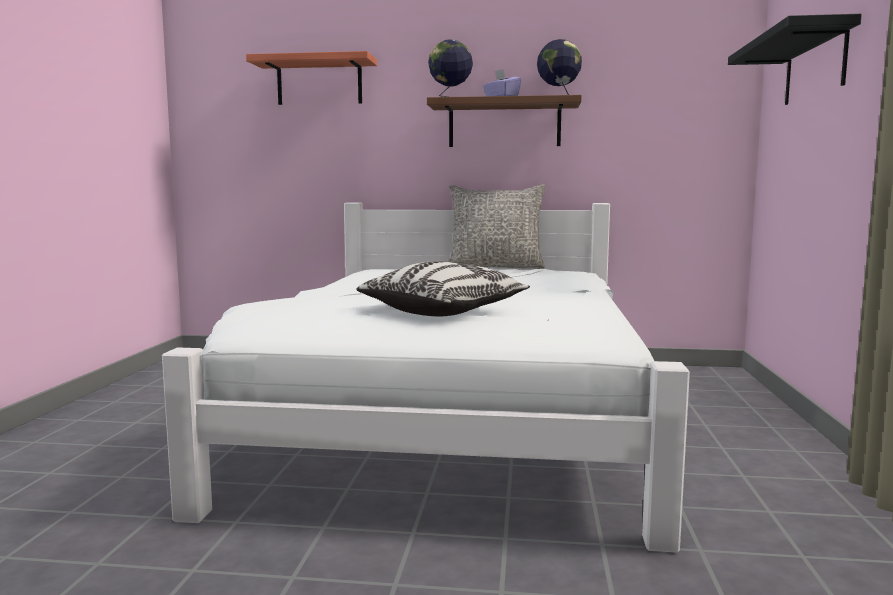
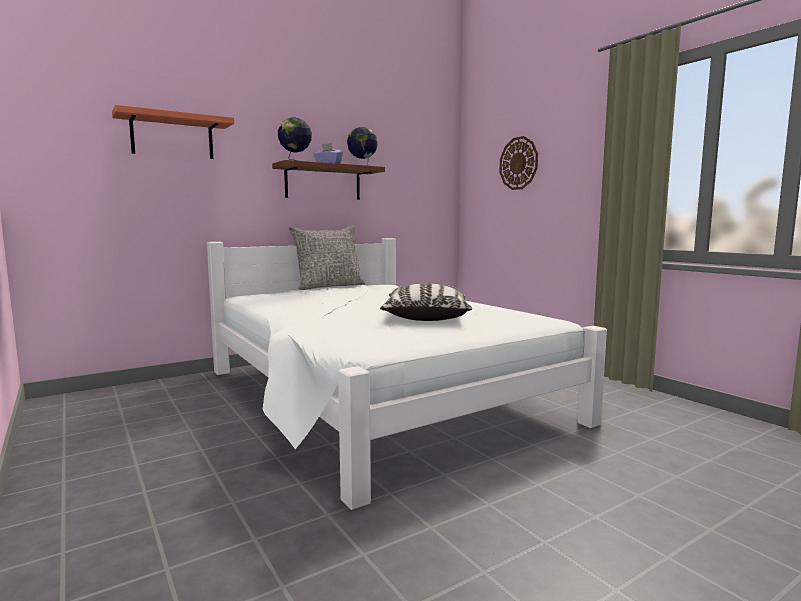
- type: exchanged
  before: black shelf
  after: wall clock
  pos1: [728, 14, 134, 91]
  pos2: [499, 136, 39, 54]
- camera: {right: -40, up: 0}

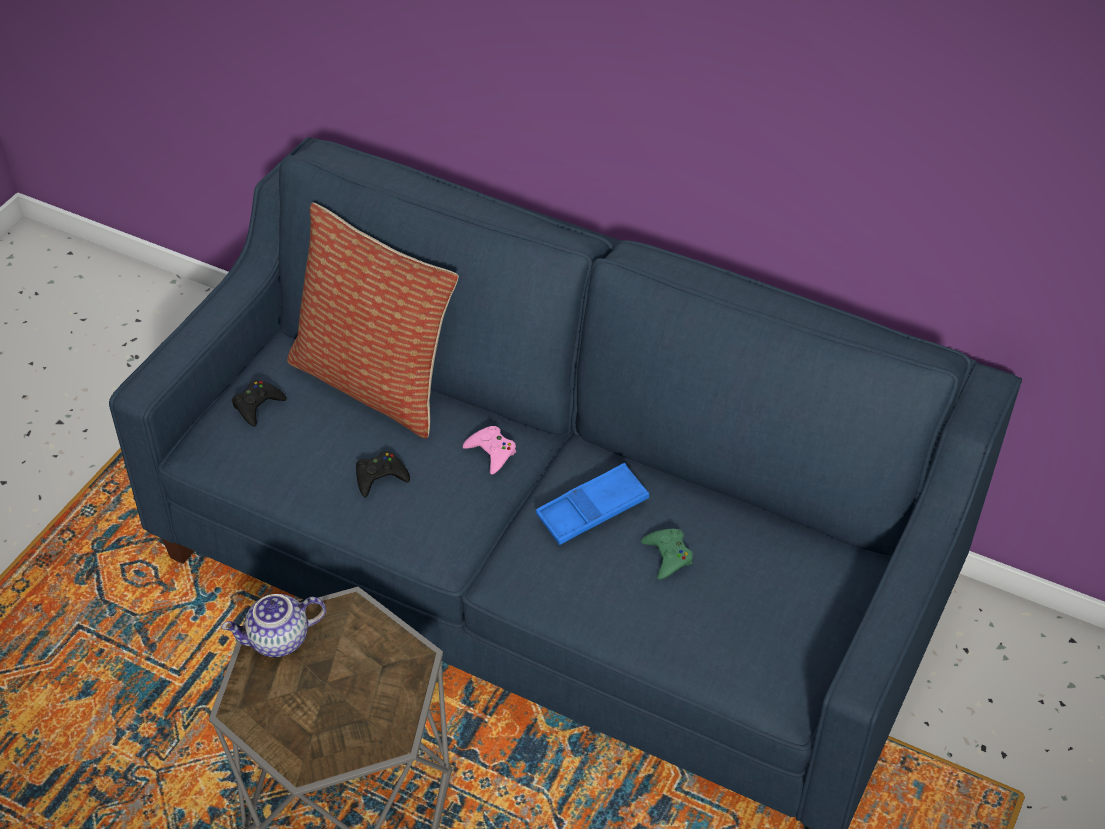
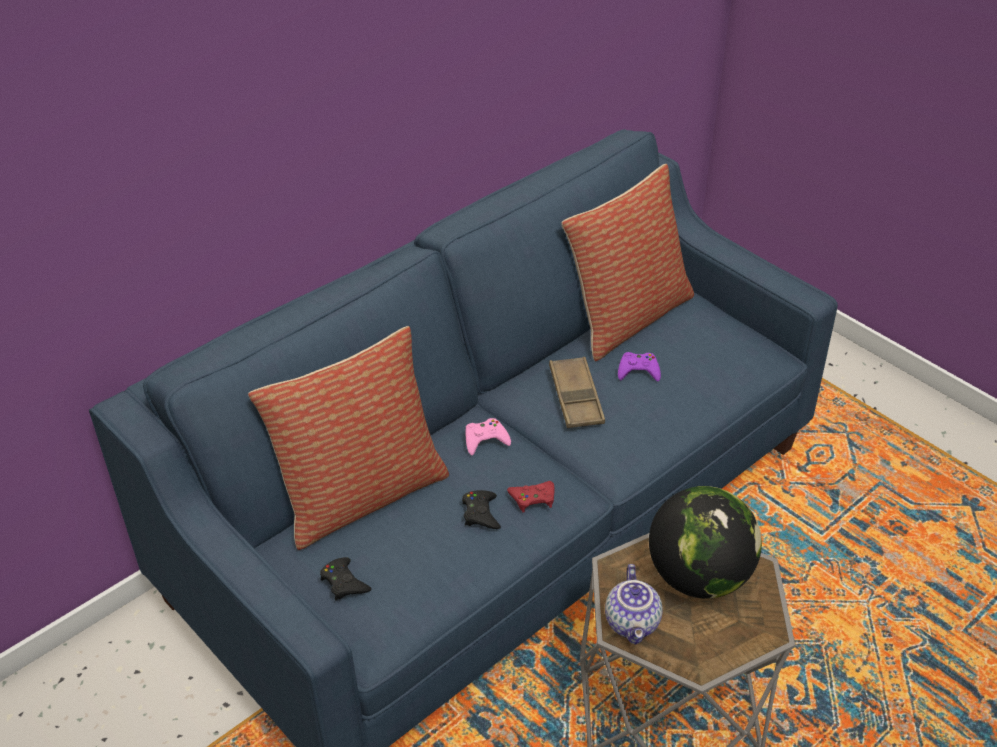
- type: appeared
  after: red game controller
  pos2: [507, 481, 48, 31]
- type: colour
  before: blue tray
  after: brown tray
  pos1: [536, 463, 113, 82]
  pos2: [549, 357, 56, 71]
- type: appeared
  after: pillow
  pos2: [561, 164, 133, 197]
- type: colour
  before: green game controller
  after: purple game controller
  pos1: [641, 529, 52, 51]
  pos2: [618, 352, 43, 29]
- type: appeared
  after: globe
  pos2: [649, 486, 113, 113]
- camera: {right: -70, up: -5}

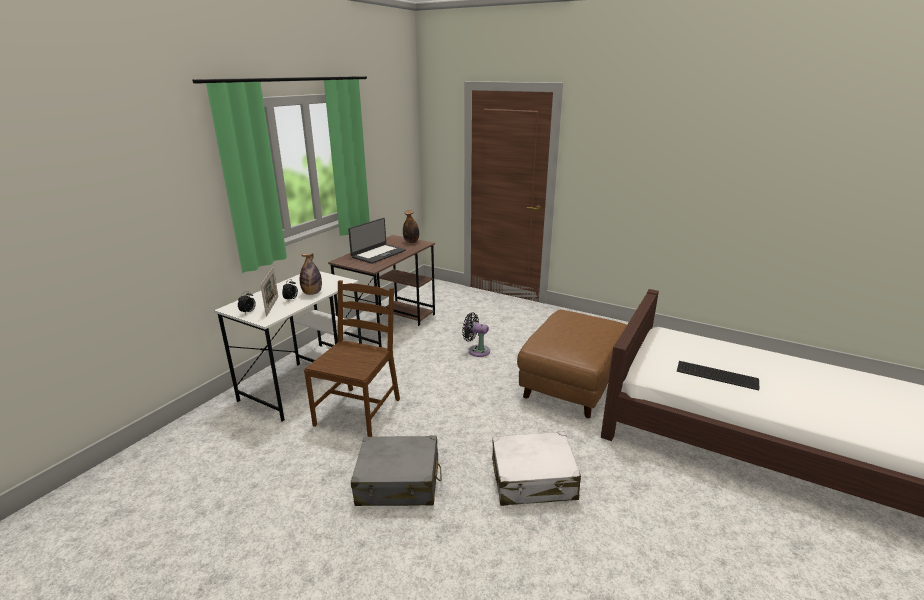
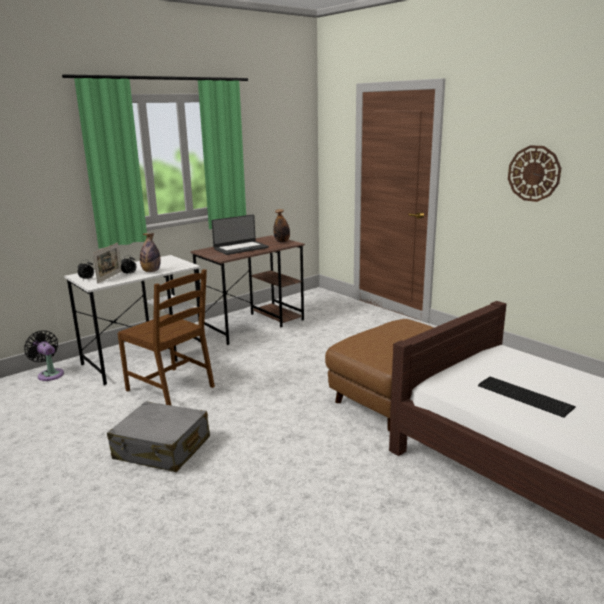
- type: relocated
  before: black fan
  pos1: [462, 312, 28, 45]
  pos2: [24, 330, 40, 51]
- type: spun
  before: brown chair
  pos1: [304, 280, 96, 157]
  pos2: [118, 269, 97, 137]
  turn: 90
- type: appeared
  after: wall clock
  pos2: [508, 145, 53, 57]
- type: missing
  before: white suitcase
  pos1: [492, 432, 89, 74]
- camera: {right: 20, up: -5}

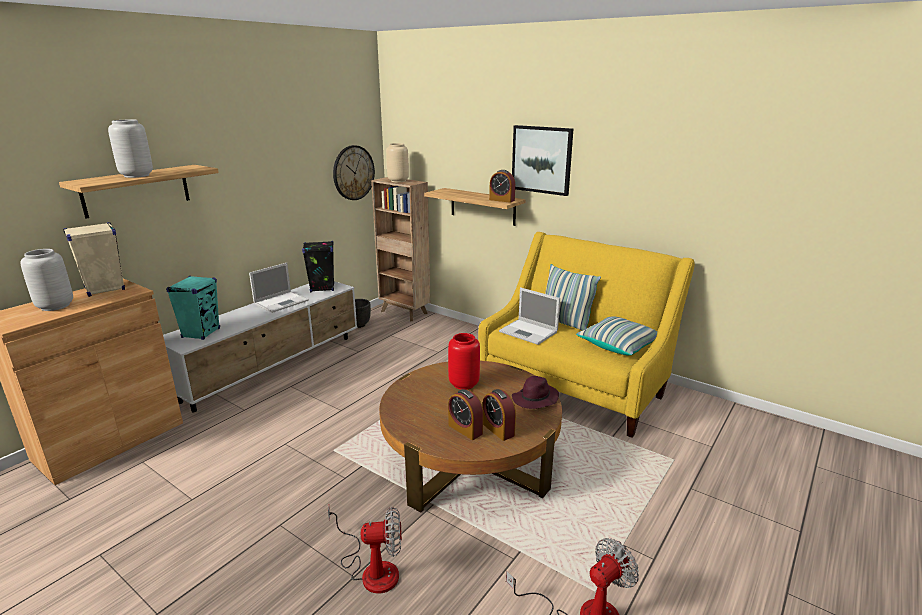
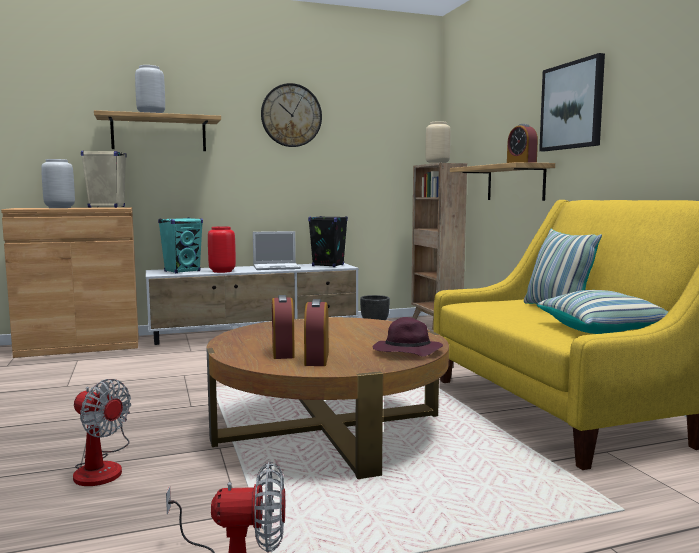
- type: relocated
  before: red vase
  pos1: [448, 333, 32, 57]
  pos2: [208, 226, 28, 47]
- type: relocated
  before: wall clock
  pos1: [333, 145, 42, 55]
  pos2: [261, 83, 61, 64]
- type: missing
  before: laptop
  pos1: [499, 287, 61, 58]
- camera: {right: 35, up: -15}

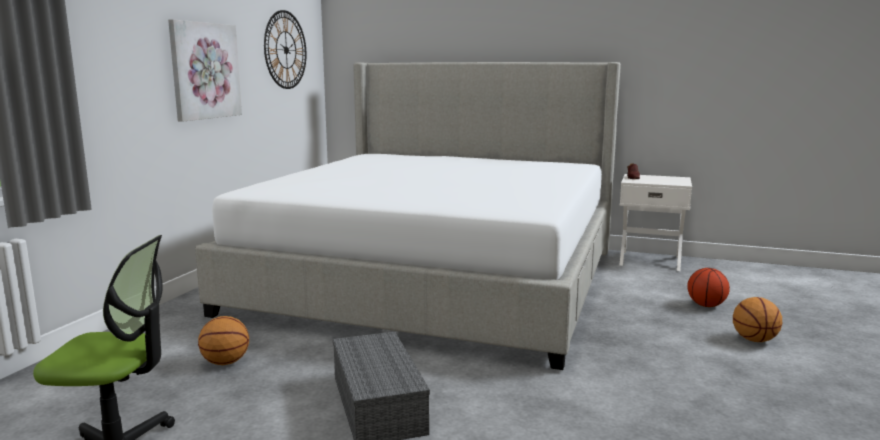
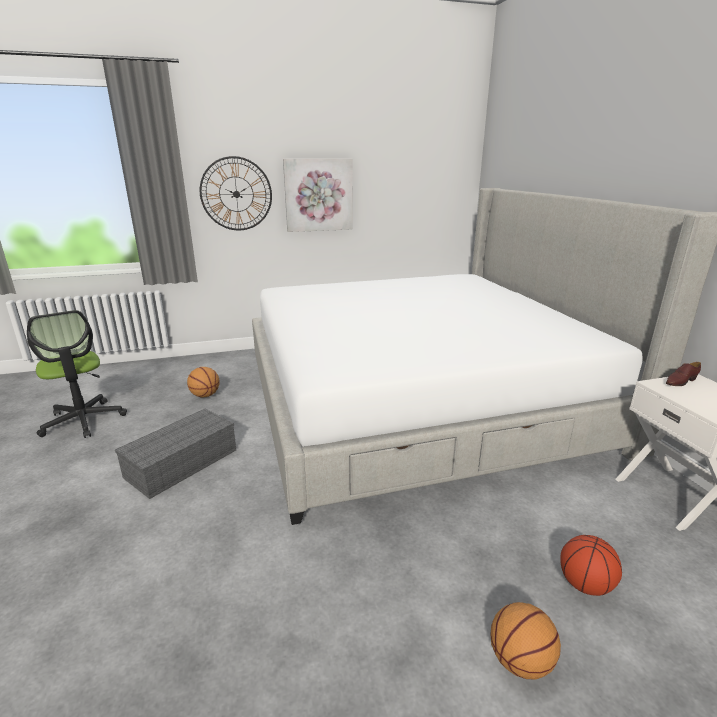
- type: relocated
  before: wall clock
  pos1: [264, 10, 42, 79]
  pos2: [200, 156, 72, 74]
- camera: {right: 55, up: 10}

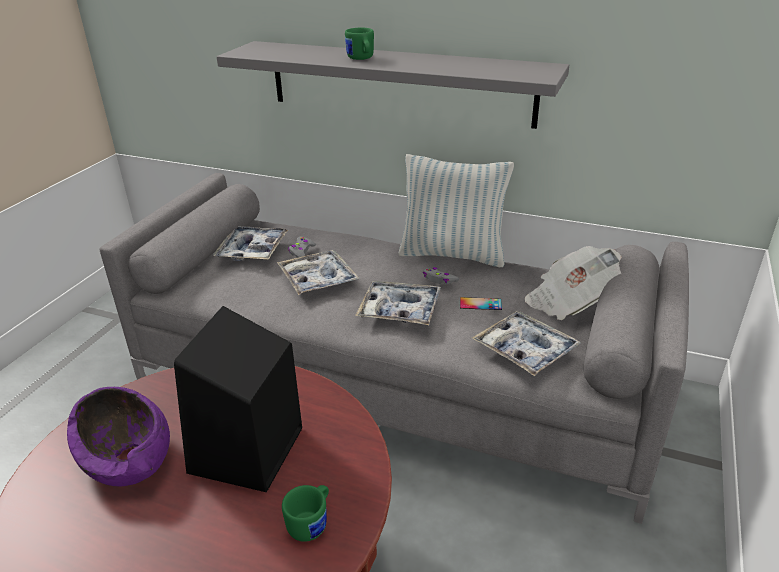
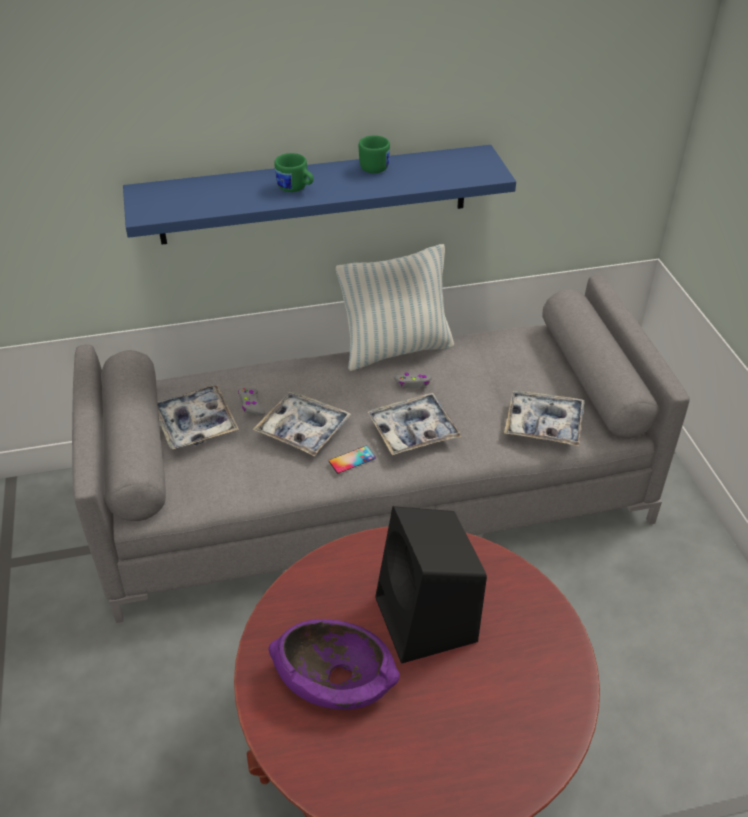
- type: colour
  before: grey shelf
  after: blue shelf
  pos1: [217, 41, 352, 88]
  pos2: [123, 145, 393, 100]
- type: relocated
  before: phone
  pos1: [460, 297, 42, 13]
  pos2: [329, 446, 47, 28]
- type: relocated
  before: green mug
  pos1: [282, 485, 47, 57]
  pos2: [359, 135, 31, 38]
- type: missing
  before: newspaper
  pos1: [525, 246, 97, 74]
- camera: {right: -35, up: 10}

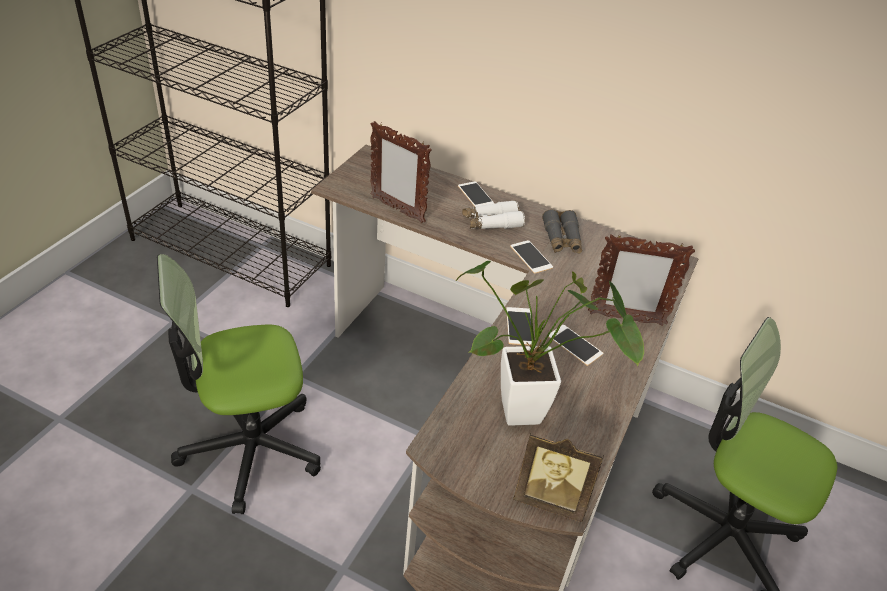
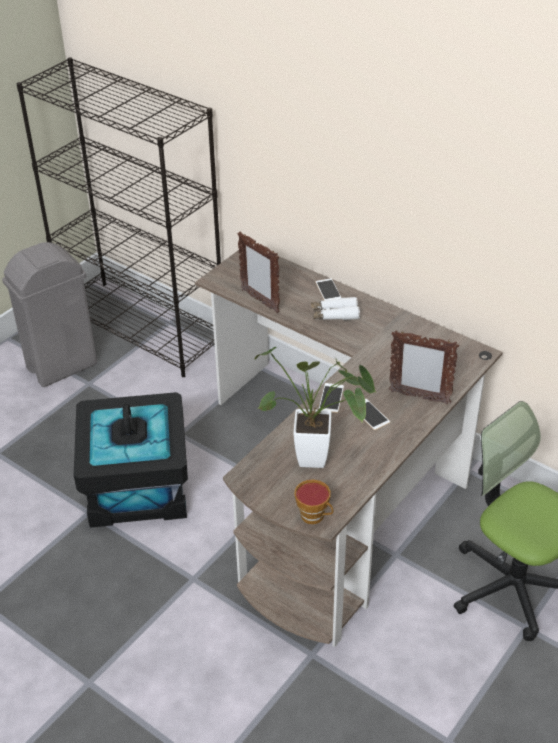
- type: appeared
  after: grey trash can
  pos2: [2, 242, 95, 145]
- type: exchanged
  before: office chair
  after: black storage box
  pos1: [157, 254, 164, 260]
  pos2: [74, 392, 114, 136]
- type: exchanged
  before: picture frame
  after: cup
  pos1: [513, 433, 91, 89]
  pos2: [294, 480, 39, 44]
- type: missing
  before: phone
  pos1: [510, 240, 43, 34]
- type: missing
  before: grey binoculars
  pos1: [542, 209, 40, 45]
- camera: {right: 15, up: 0}

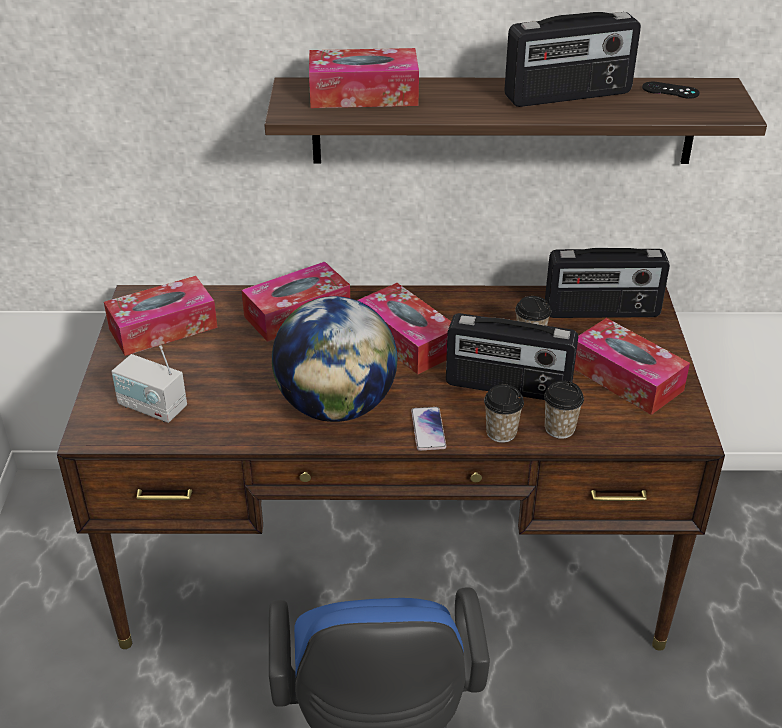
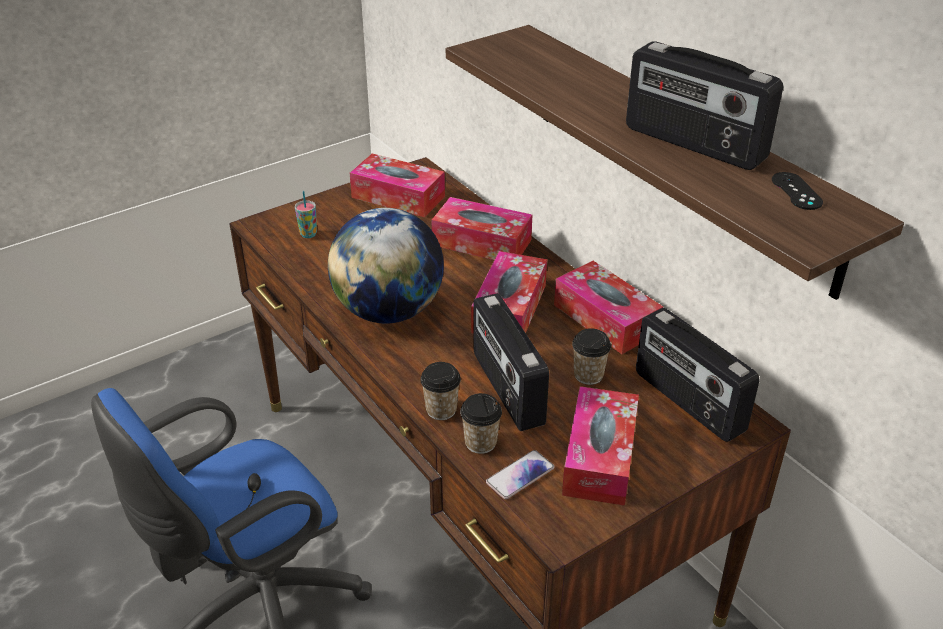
- type: exchanged
  before: radio
  after: cup
  pos1: [111, 345, 76, 78]
  pos2: [295, 191, 22, 47]
- type: relocated
  before: phone
  pos1: [411, 407, 35, 44]
  pos2: [486, 450, 68, 49]
- type: relocated
  before: tissue box
  pos1: [309, 48, 110, 60]
  pos2: [554, 261, 109, 93]
- camera: {right: 55, up: 0}

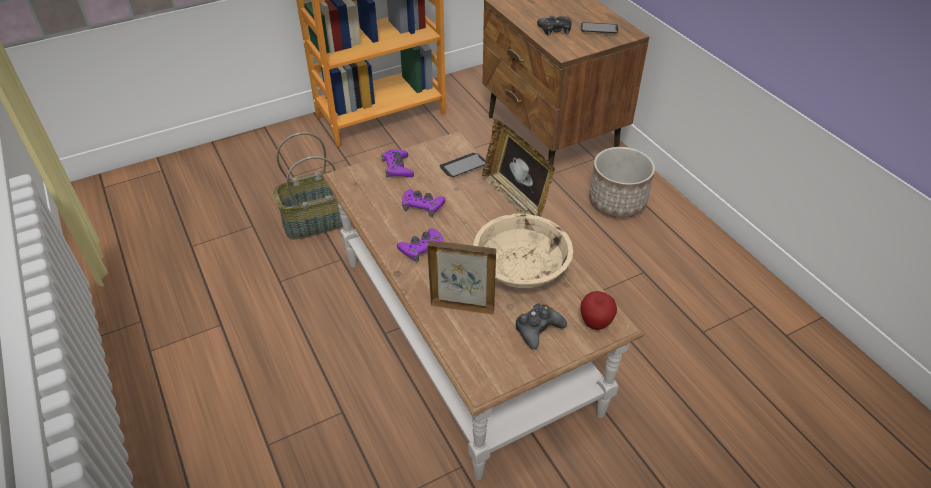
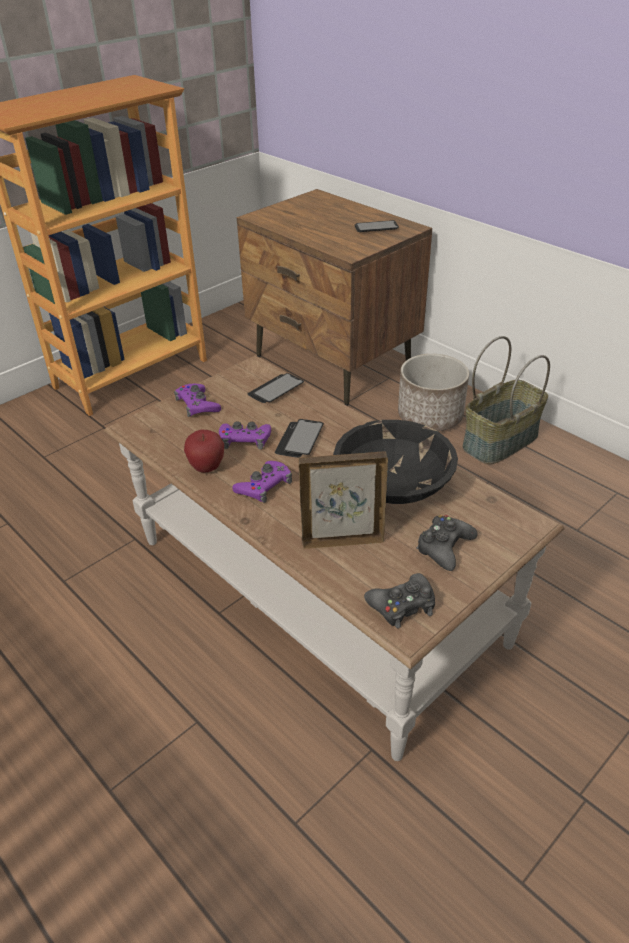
- type: relocated
  before: apple
  pos1: [581, 291, 36, 39]
  pos2: [184, 430, 40, 42]
- type: appeared
  after: phone
  pos2: [275, 419, 49, 39]
- type: colour
  before: beige bowl
  after: black bowl
  pos1: [473, 214, 100, 74]
  pos2: [333, 420, 125, 84]
- type: relocated
  before: black game controller
  pos1: [537, 16, 35, 20]
  pos2: [364, 573, 71, 55]
- type: relocated
  before: basket
  pos1: [273, 132, 79, 107]
  pos2: [462, 336, 88, 128]
- type: missing
  before: picture frame
  pos1: [482, 120, 73, 97]
- camera: {right: -15, up: -5}

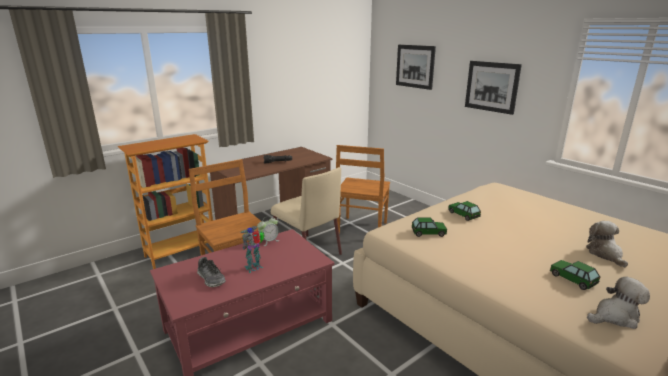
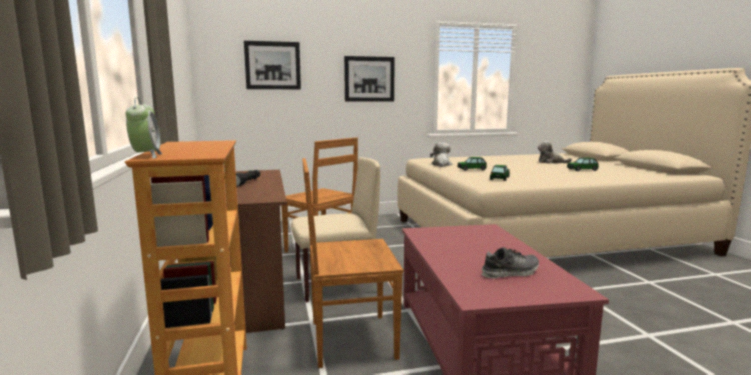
- type: relocated
  before: alarm clock
  pos1: [257, 216, 22, 30]
  pos2: [126, 97, 37, 62]
- type: relocated
  before: plush toy
  pos1: [587, 277, 63, 52]
  pos2: [430, 142, 22, 25]
- type: missing
  before: toy robot
  pos1: [240, 226, 25, 47]
- camera: {right: -65, up: -10}

